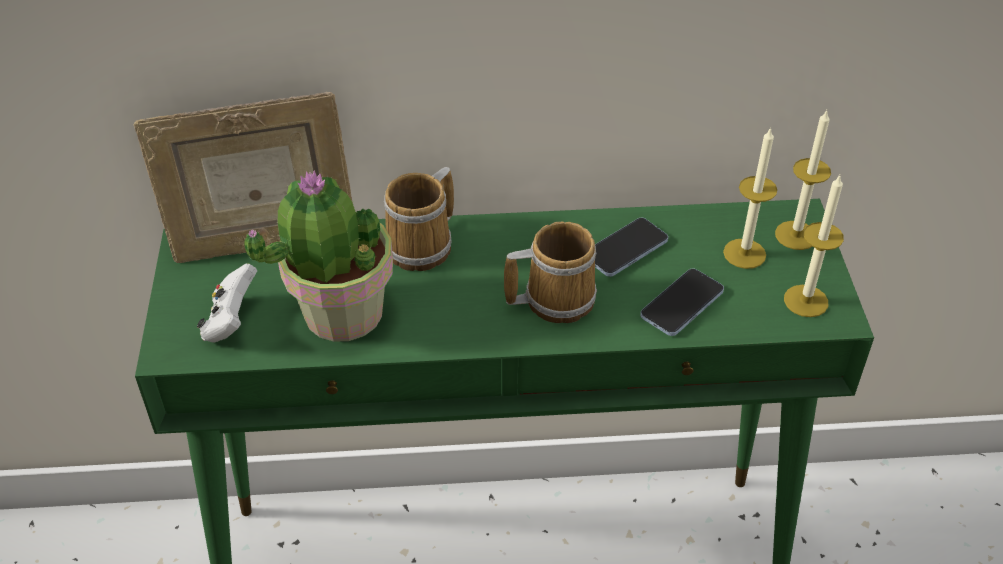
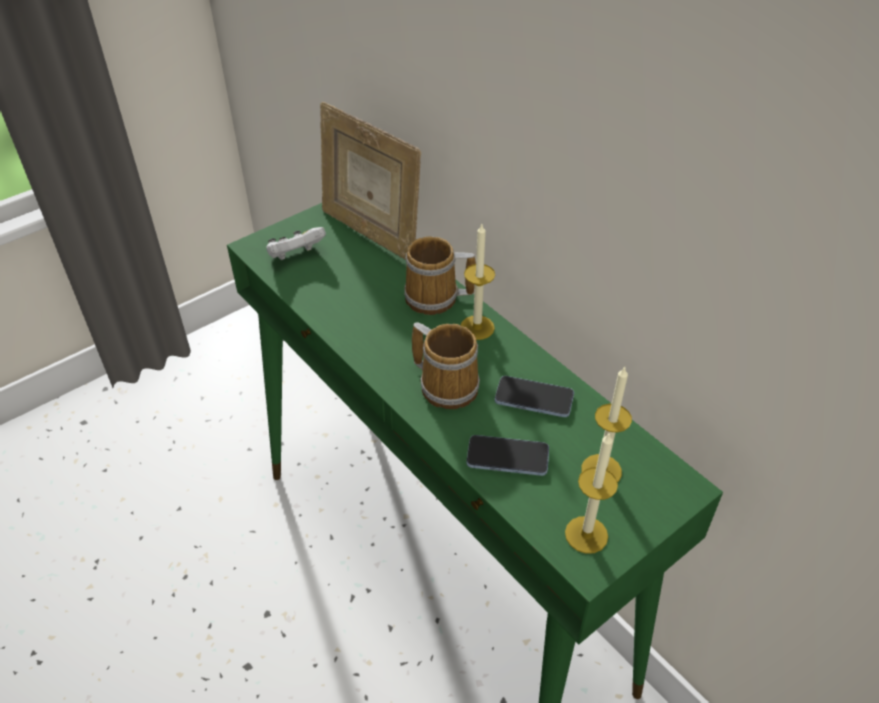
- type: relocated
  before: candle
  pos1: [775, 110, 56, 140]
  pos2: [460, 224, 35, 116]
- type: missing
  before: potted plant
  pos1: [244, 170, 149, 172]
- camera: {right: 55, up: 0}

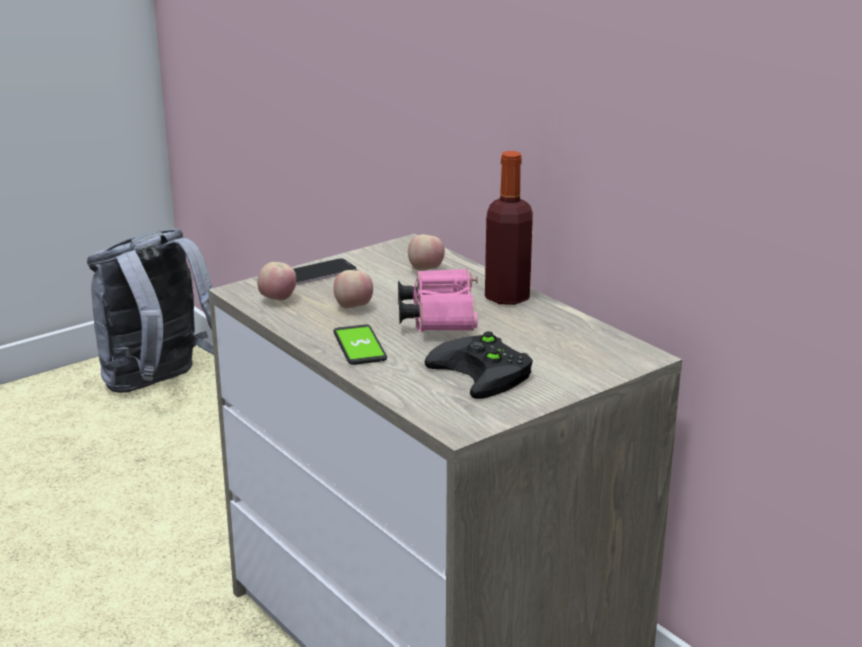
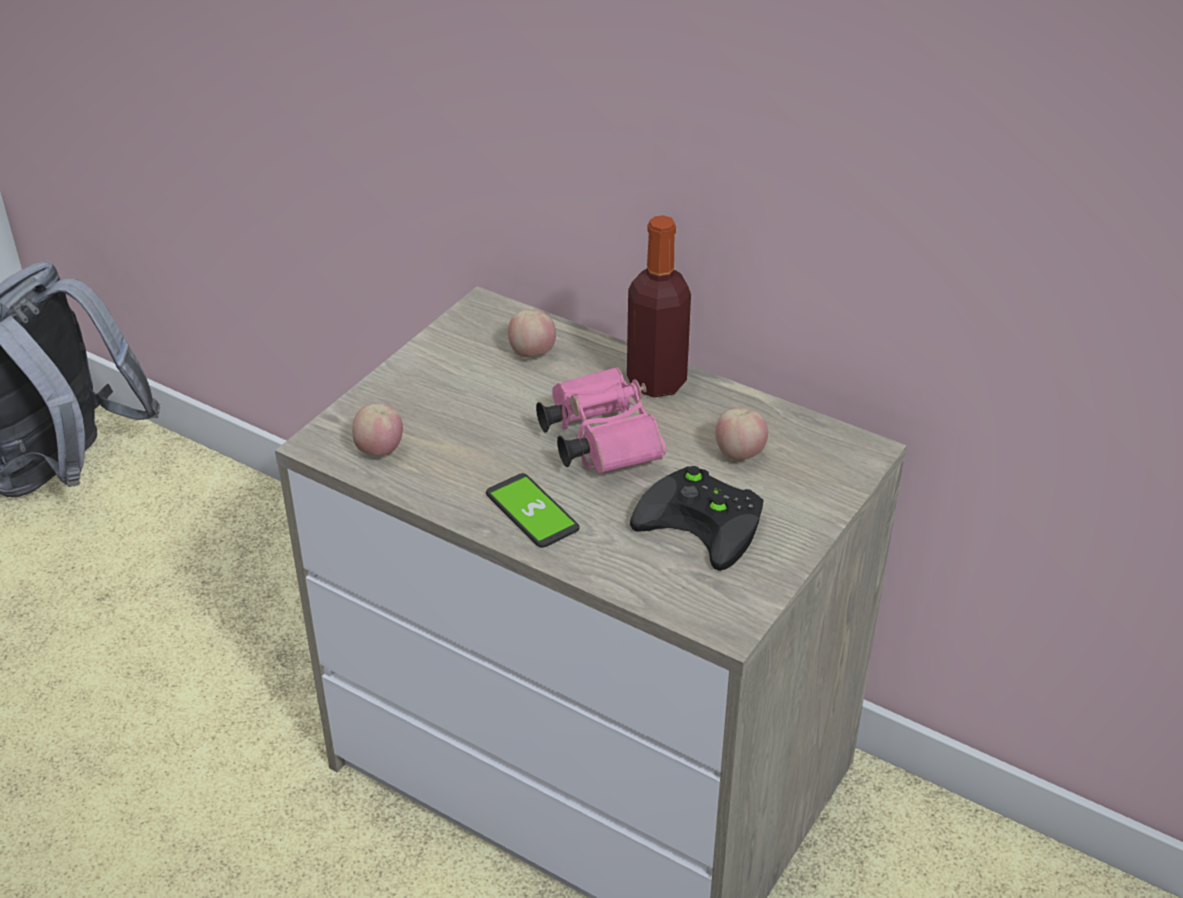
- type: relocated
  before: apple
  pos1: [334, 270, 39, 38]
  pos2: [715, 408, 53, 52]
- type: missing
  before: phone
  pos1: [293, 258, 64, 27]
- camera: {right: -20, up: 15}

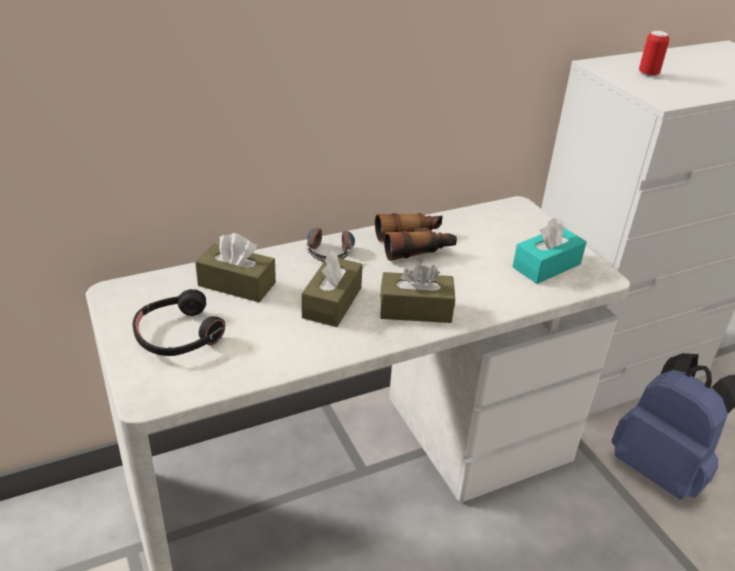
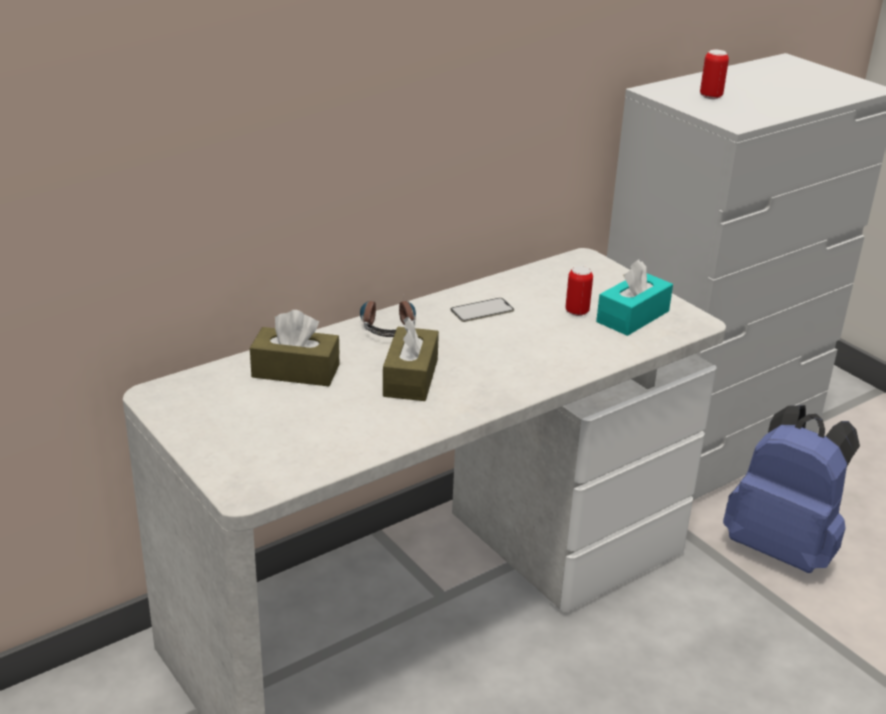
- type: exchanged
  before: binoculars
  after: phone
  pos1: [375, 213, 82, 48]
  pos2: [451, 298, 63, 24]
- type: appeared
  after: can
  pos2: [565, 266, 28, 50]
- type: missing
  before: black headphones
  pos1: [133, 289, 92, 67]
- type: missing
  before: brown tissue box
  pos1: [380, 261, 75, 62]
- camera: {right: -10, up: -5}

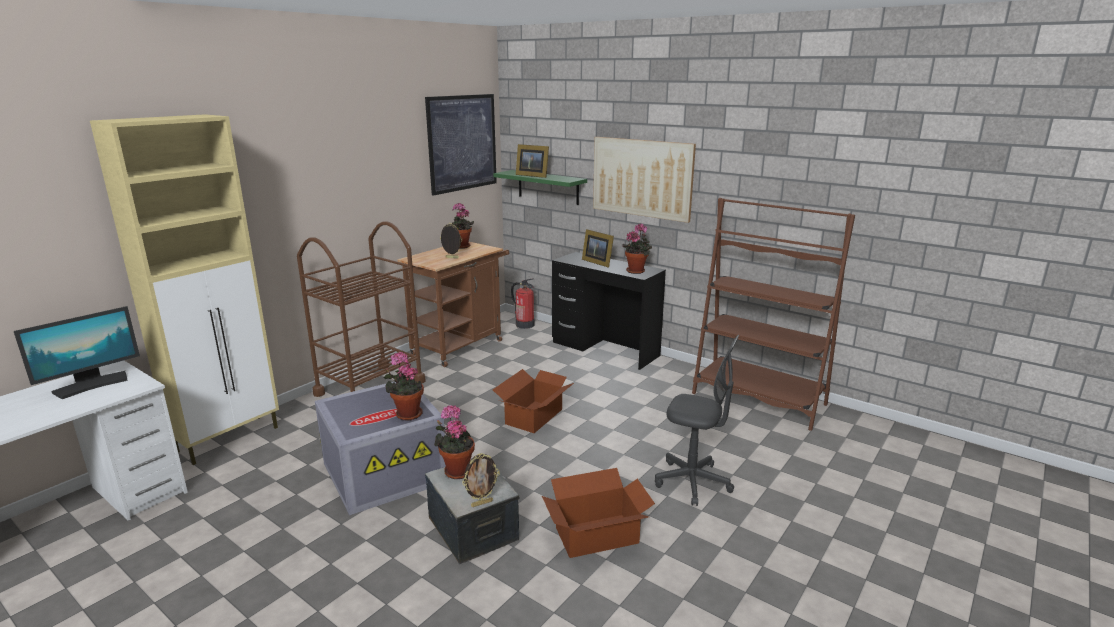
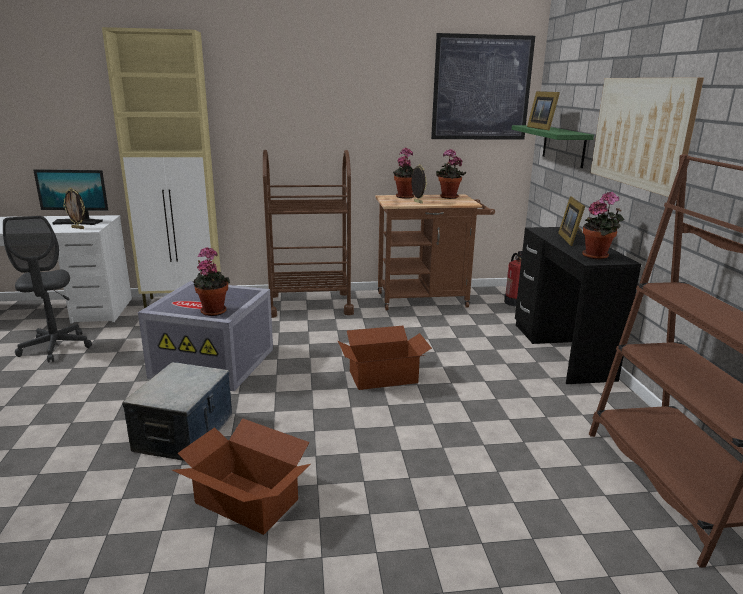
- type: relocated
  before: grey office chair
  pos1: [655, 335, 84, 171]
  pos2: [3, 216, 89, 146]
- type: relocated
  before: picture frame
  pos1: [462, 453, 38, 54]
  pos2: [63, 188, 22, 41]
- type: relocated
  before: potted plant
  pos1: [434, 405, 41, 74]
  pos2: [393, 148, 21, 51]
- camera: {right: 45, up: 0}

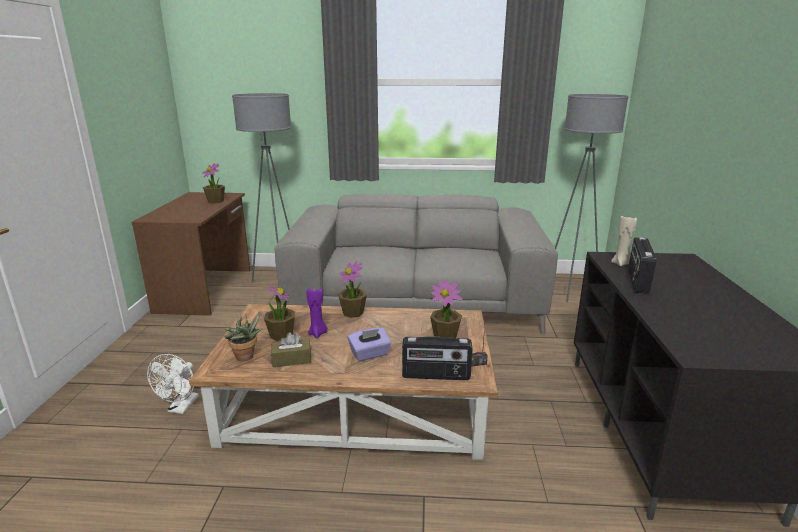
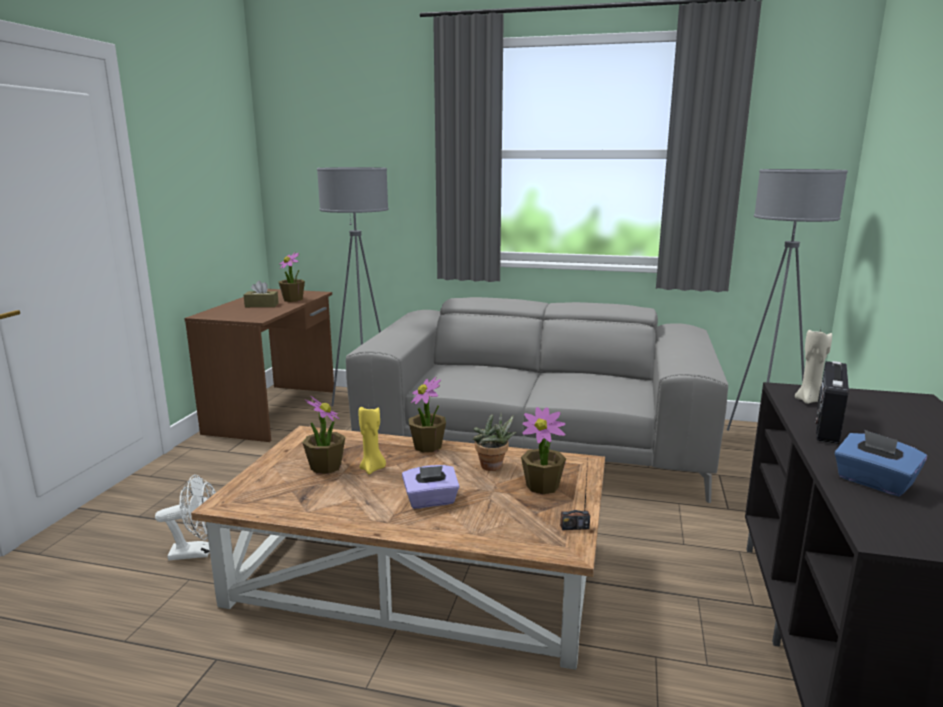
- type: spun
  before: white fan
  pos1: [147, 354, 52, 60]
  pos2: [155, 475, 61, 85]
  turn: -120
- type: relocated
  before: brown tissue box
  pos1: [271, 332, 40, 35]
  pos2: [244, 281, 35, 26]
- type: colour
  before: purple candle
  after: yellow candle
  pos1: [307, 288, 20, 50]
  pos2: [359, 407, 27, 67]
- type: relocated
  before: potted plant
  pos1: [224, 314, 38, 47]
  pos2: [472, 412, 44, 59]
- type: appeared
  after: blue tissue box
  pos2: [835, 430, 92, 67]
- type: missing
  before: radio
  pos1: [402, 336, 70, 44]
- camera: {right: 10, up: -5}

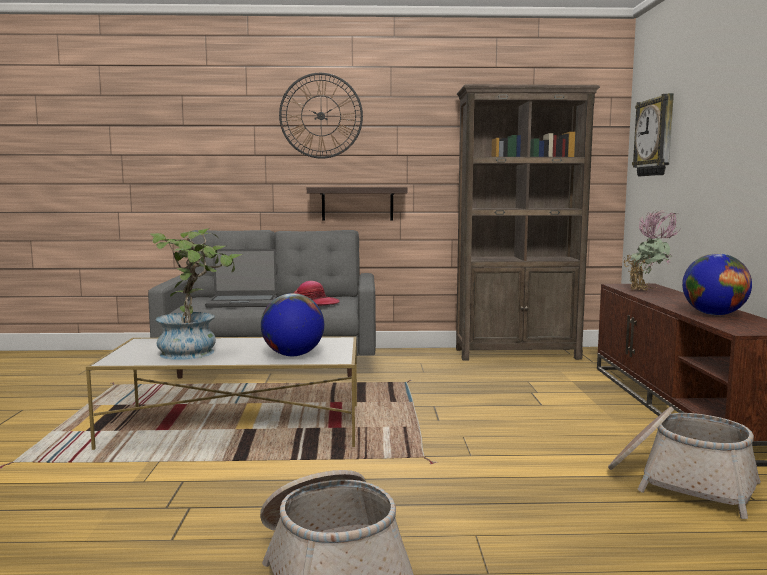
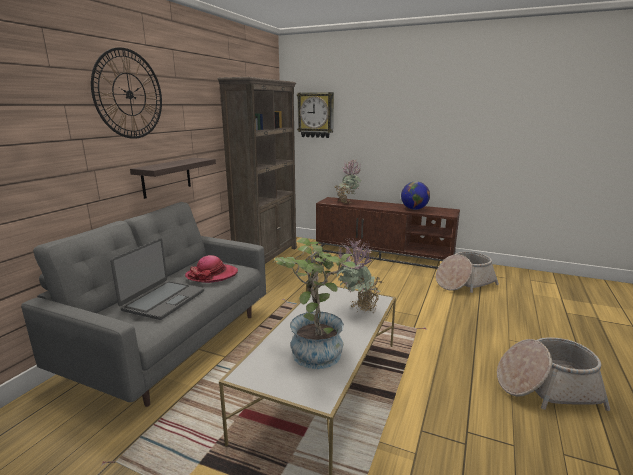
- type: exchanged
  before: globe
  after: potted plant
  pos1: [261, 293, 63, 63]
  pos2: [336, 238, 48, 75]
- camera: {right: -65, up: 10}

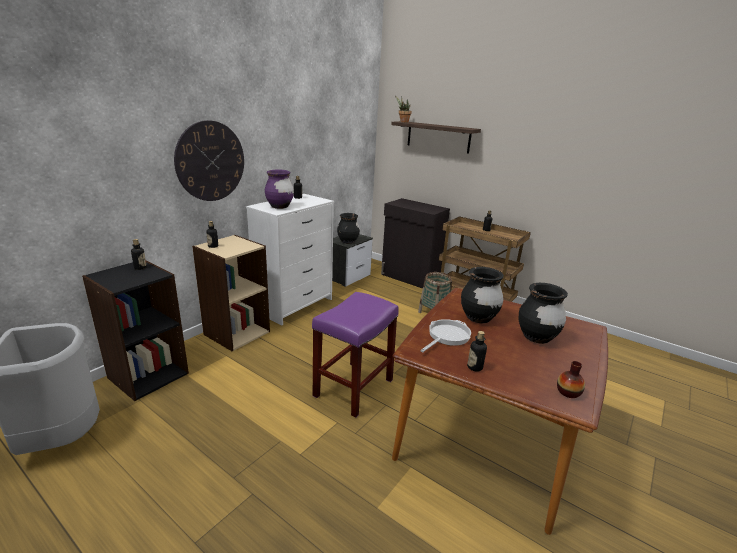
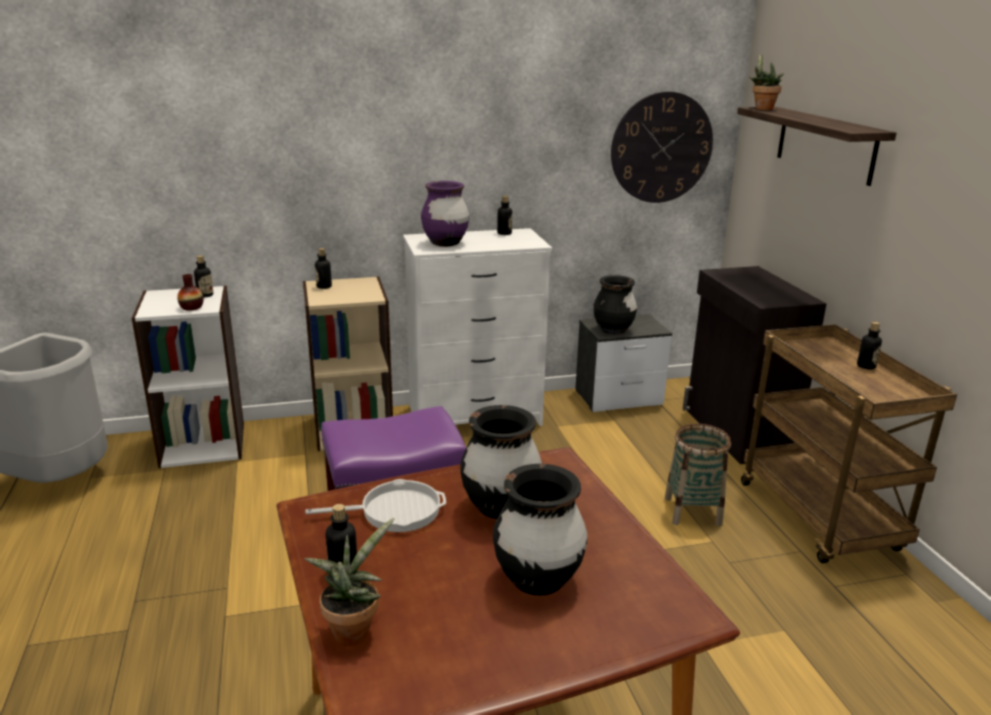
- type: colour
  before: black bookcase
  after: white bookcase
  pos1: [82, 261, 107, 140]
  pos2: [132, 286, 112, 182]
- type: relocated
  before: vase
  pos1: [557, 361, 28, 37]
  pos2: [177, 274, 27, 37]
- type: appeared
  after: potted plant
  pos2: [304, 518, 91, 128]
- type: relocated
  before: wall clock
  pos1: [174, 120, 70, 81]
  pos2: [611, 91, 102, 112]
- camera: {right: 40, up: 0}

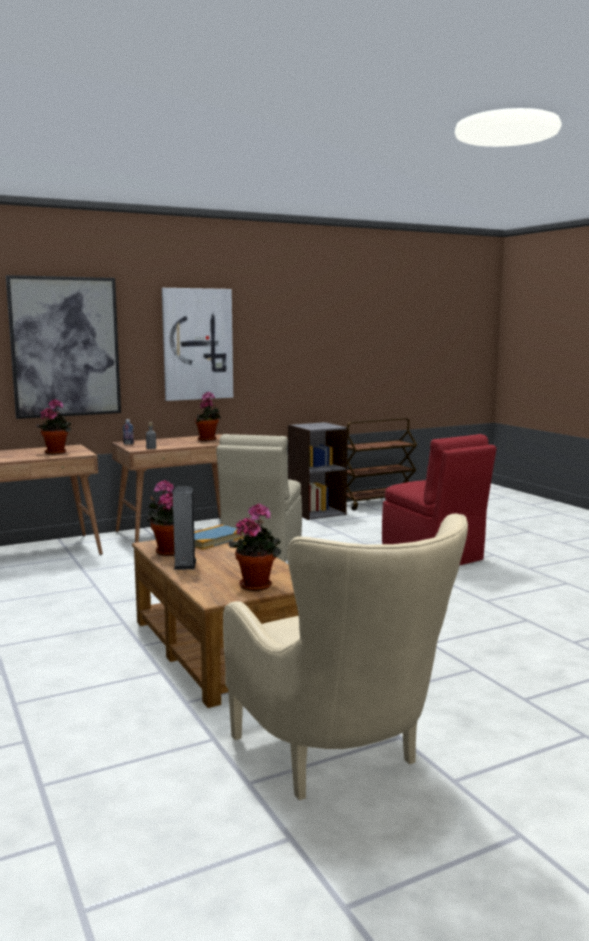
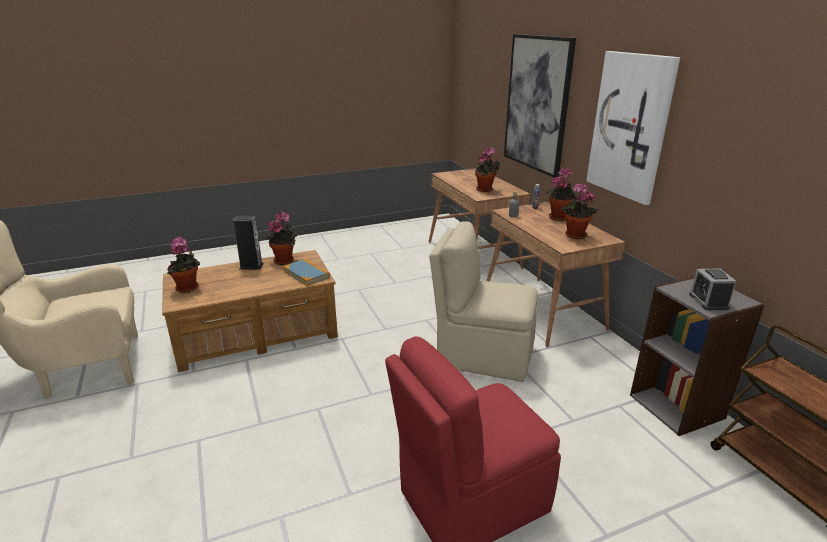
- type: appeared
  after: potted plant
  pos2: [546, 167, 32, 54]
- type: appeared
  after: alarm clock
  pos2: [689, 268, 47, 42]
- camera: {right: 95, up: 15}

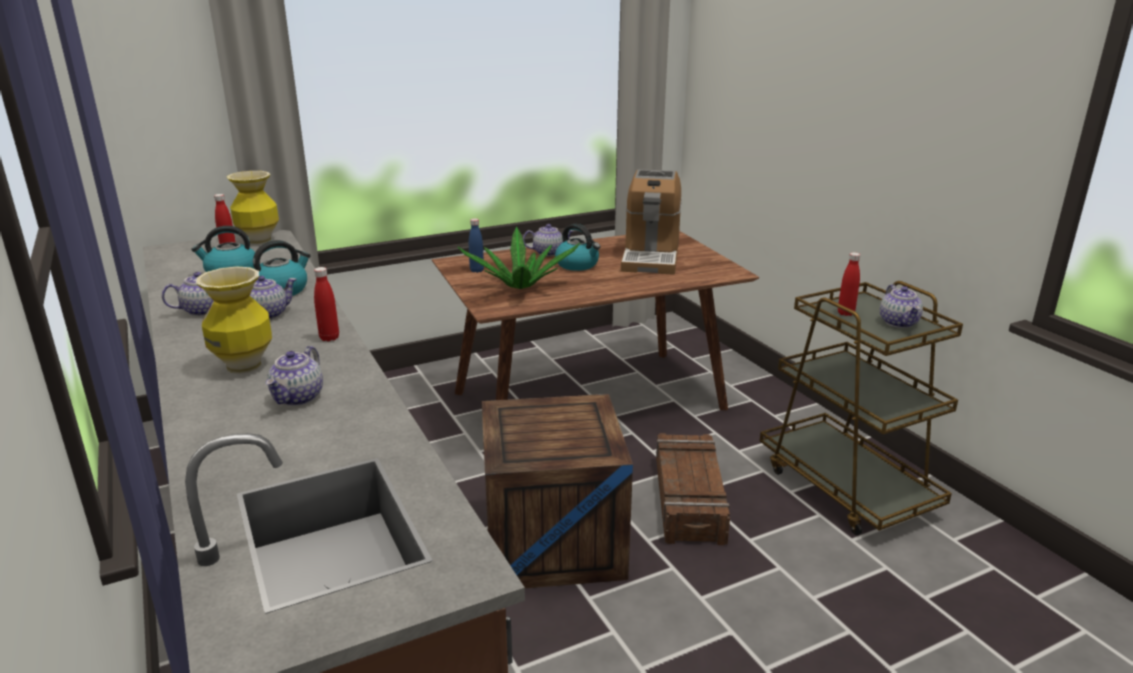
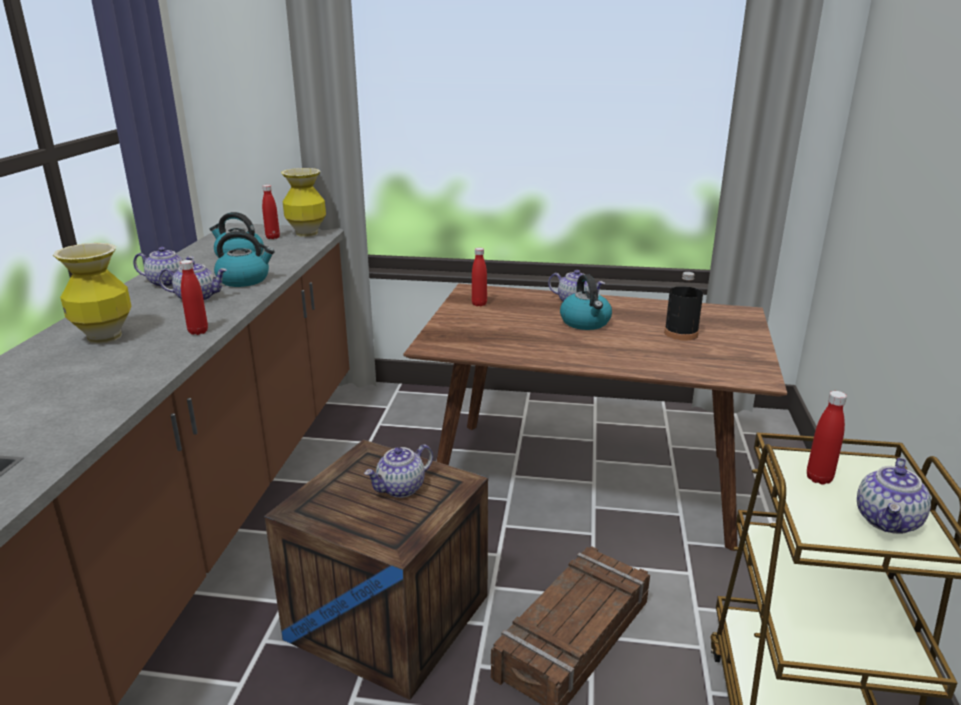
- type: relocated
  before: teapot
  pos1: [266, 346, 57, 60]
  pos2: [364, 444, 69, 54]
- type: colour
  before: blue bottle
  after: red bottle
  pos1: [469, 218, 15, 55]
  pos2: [472, 248, 15, 58]
- type: exchanged
  before: coffee machine
  after: black bottle
  pos1: [621, 169, 61, 106]
  pos2: [664, 272, 39, 69]
- type: missing
  before: potted plant
  pos1: [458, 227, 122, 62]
- camera: {right: 35, up: 0}

